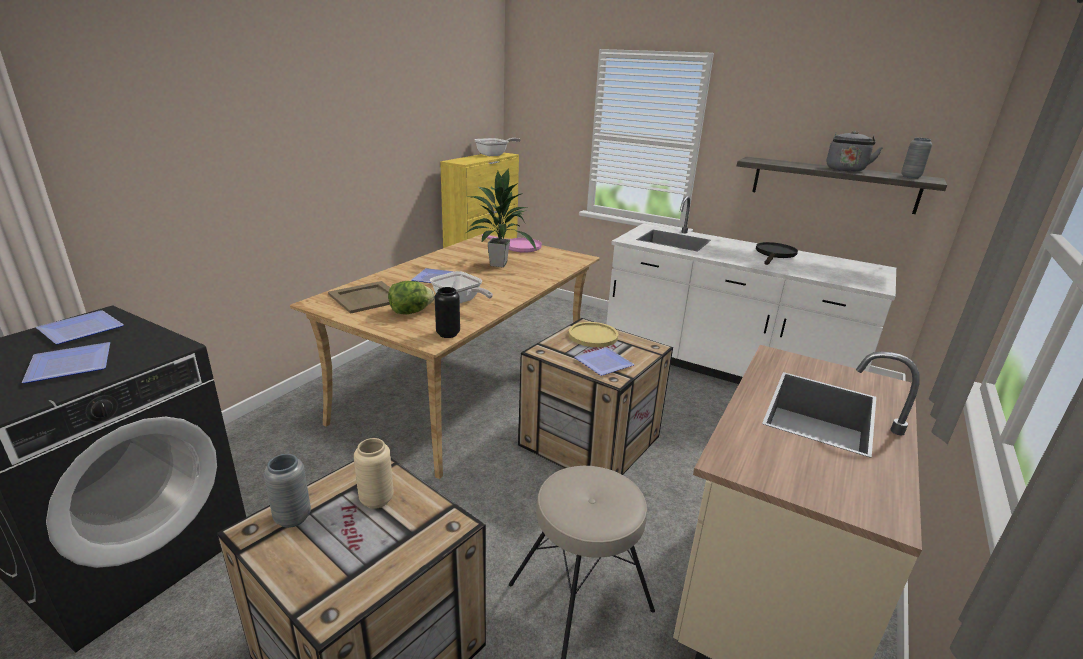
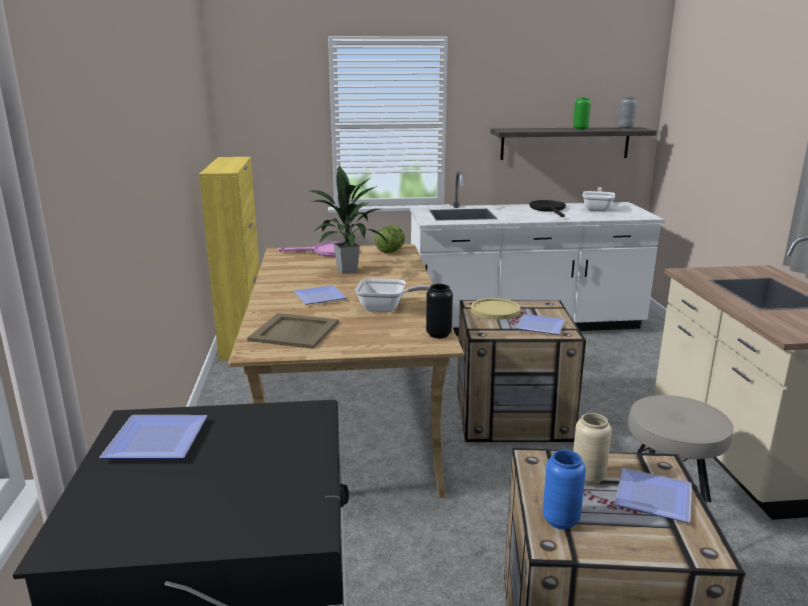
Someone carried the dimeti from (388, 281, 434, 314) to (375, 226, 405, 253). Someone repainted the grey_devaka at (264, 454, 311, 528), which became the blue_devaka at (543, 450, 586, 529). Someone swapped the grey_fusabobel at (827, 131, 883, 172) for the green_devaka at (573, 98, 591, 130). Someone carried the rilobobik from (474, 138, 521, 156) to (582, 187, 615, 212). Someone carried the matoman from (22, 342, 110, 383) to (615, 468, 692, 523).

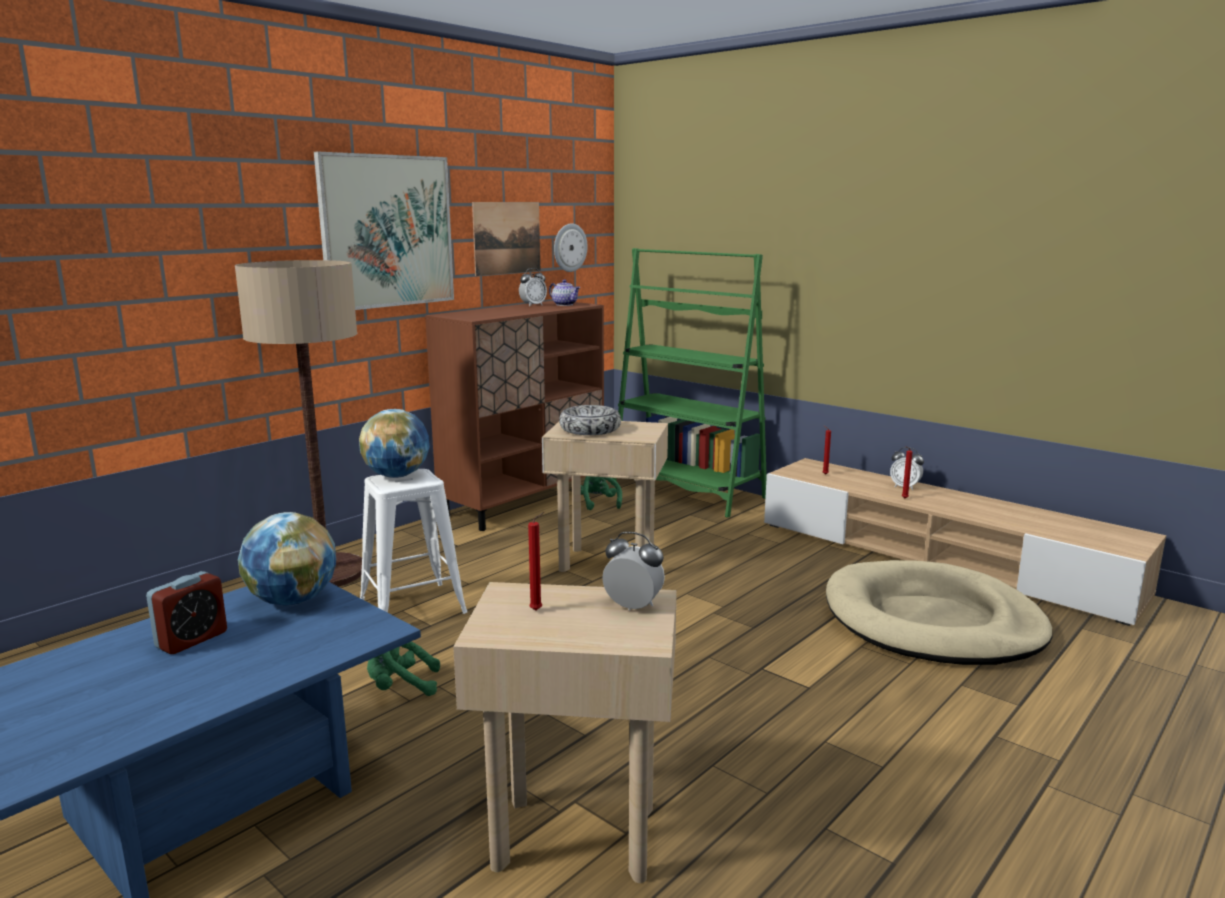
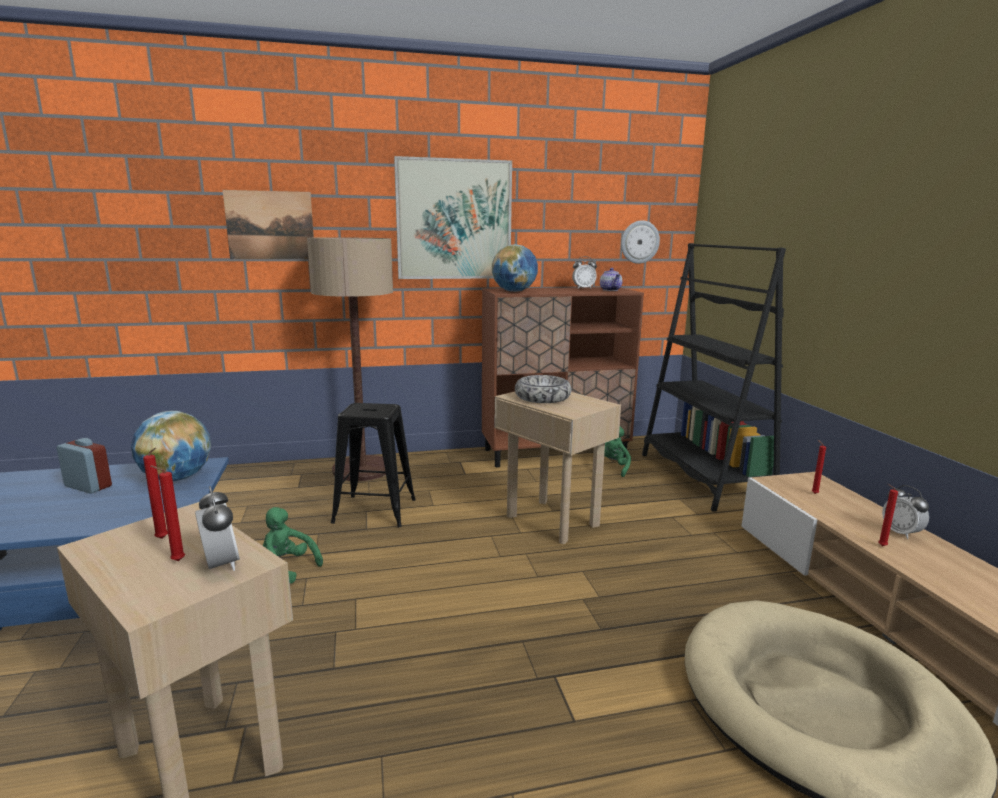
Someone rotated the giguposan at (146, 571, 227, 654) by 135 degrees counterclockwise. Someone put down the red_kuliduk at (151, 466, 185, 561). Someone carried the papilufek from (472, 202, 540, 276) to (223, 190, 314, 259). Someone repainted the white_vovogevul at (360, 469, 467, 614), which became the black_vovogevul at (331, 403, 416, 527). Someone carried the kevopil from (359, 409, 430, 478) to (492, 244, 538, 292). Someone repainted the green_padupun at (611, 248, 767, 518), which became the black_padupun at (642, 243, 786, 512).

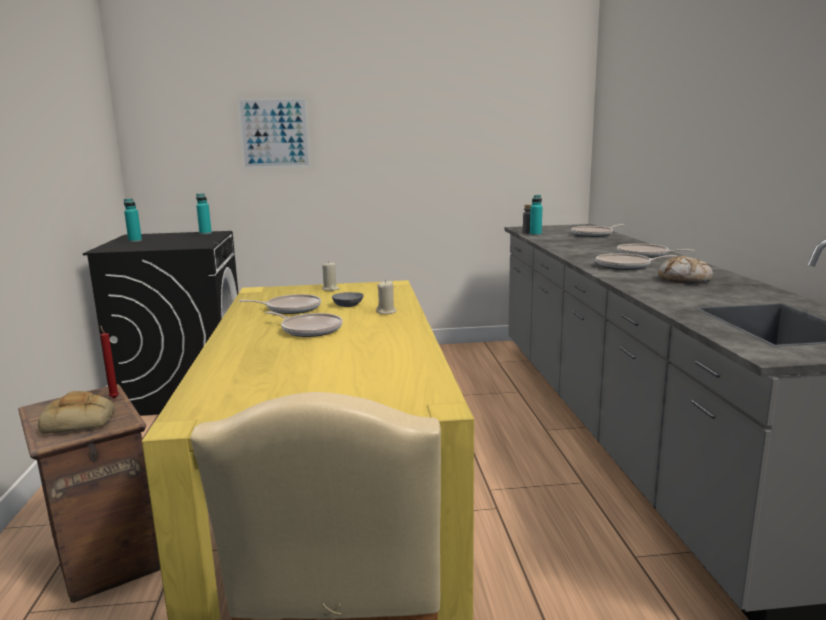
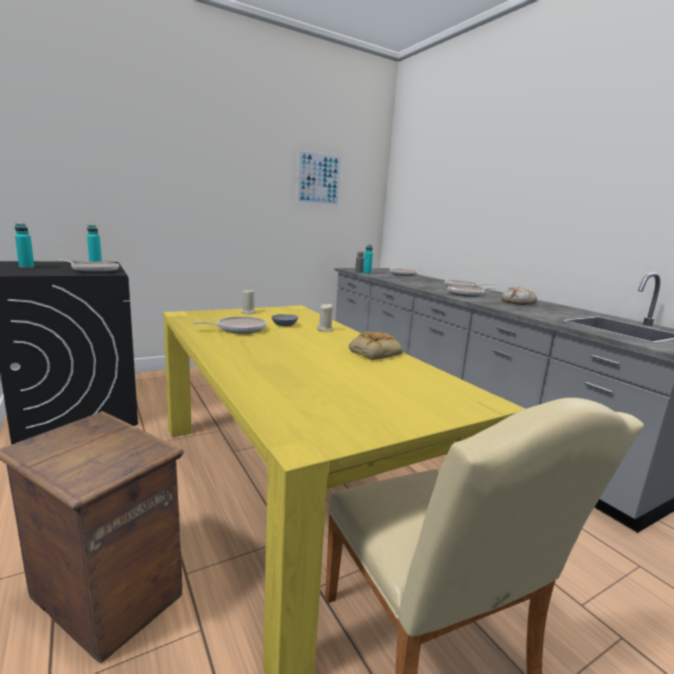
Someone carried the rilobobik from (266, 311, 343, 337) to (57, 259, 119, 273). Someone carried the papilufek from (237, 97, 311, 169) to (296, 149, 343, 207). Someone carried the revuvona from (38, 391, 115, 434) to (349, 331, 403, 360). Someone took away the red_kuliduk at (100, 325, 119, 398).

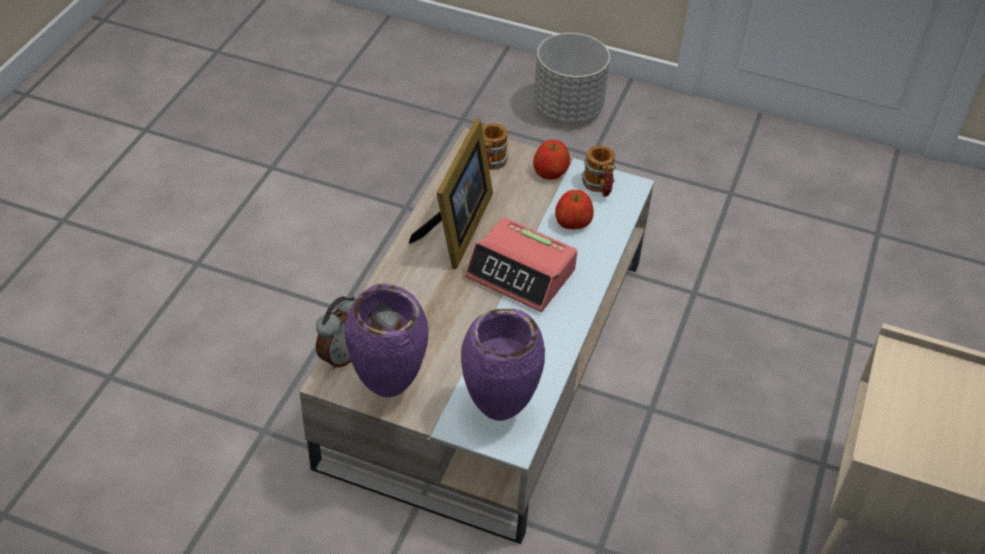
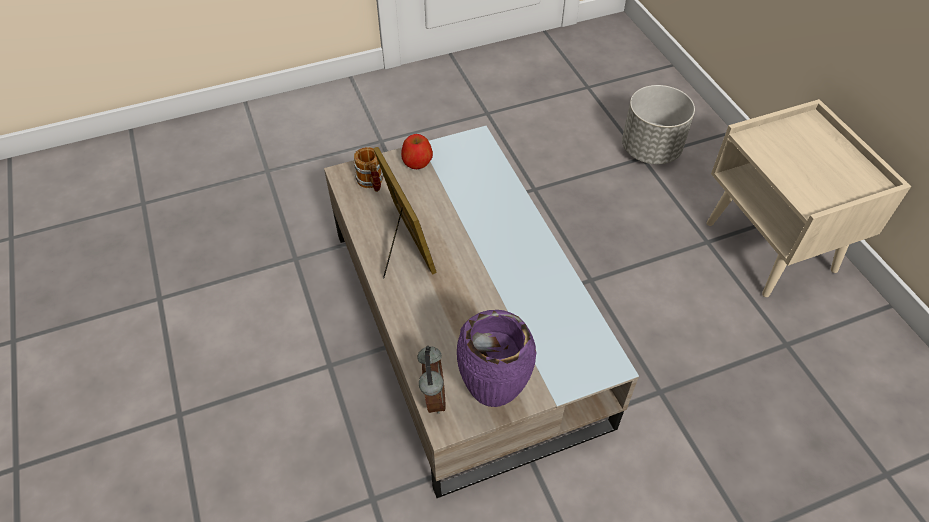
Someone carried the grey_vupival from (534, 33, 610, 123) to (622, 85, 695, 164). Someone took away the purple_devaka at (461, 309, 545, 421). Someone took away the giguposan at (465, 217, 577, 312). Someone took away the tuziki at (555, 190, 594, 230). Someone took away the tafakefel at (582, 145, 616, 197).

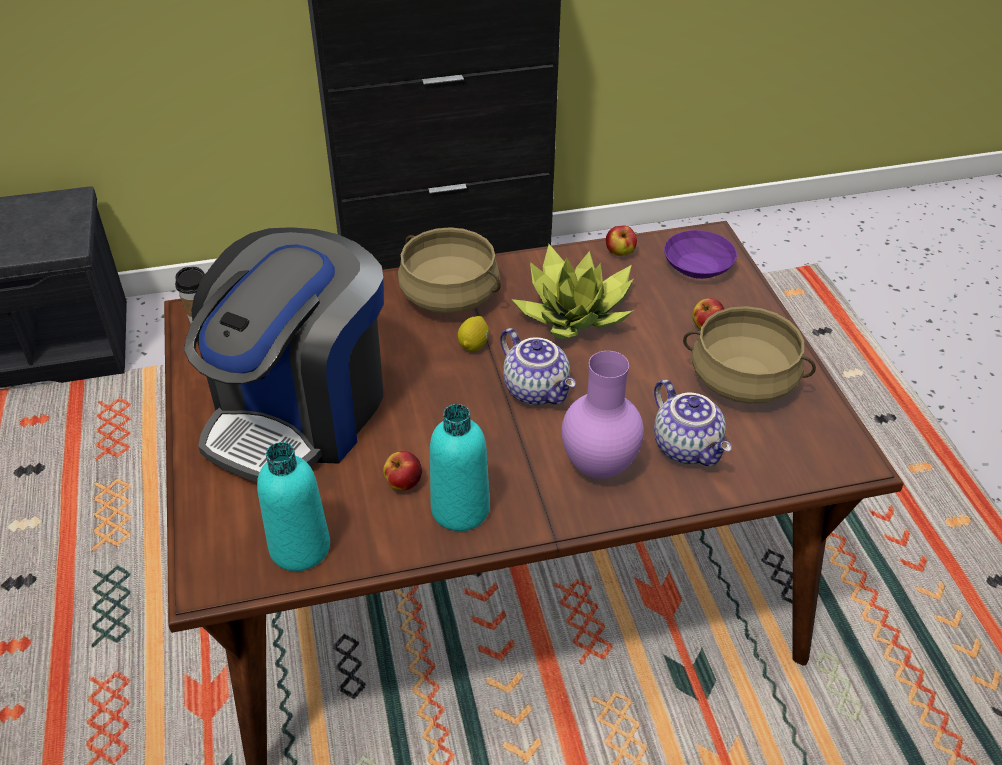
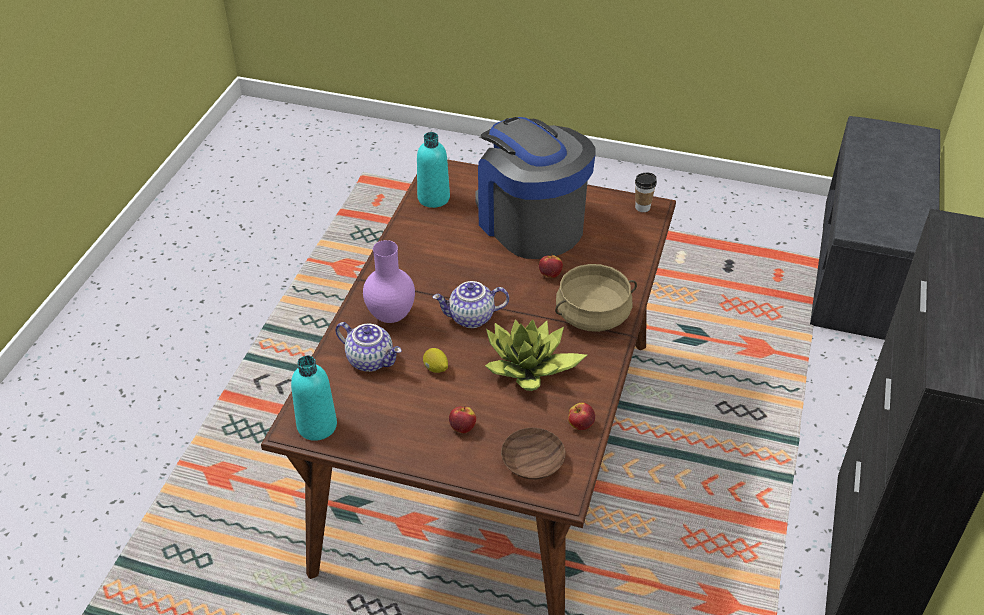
Someone carried the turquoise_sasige from (430, 404, 490, 531) to (291, 355, 337, 441). Someone rotated the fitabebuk at (654, 379, 732, 466) by 150 degrees counterclockwise. Someone carried the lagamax from (457, 316, 489, 351) to (423, 348, 448, 373). Someone repainted the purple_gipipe at (664, 230, 737, 279), which became the brown_gipipe at (501, 428, 565, 480). Someone carried the tuziki from (383, 451, 422, 491) to (539, 253, 563, 278). Someone took away the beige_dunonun at (683, 306, 816, 404).

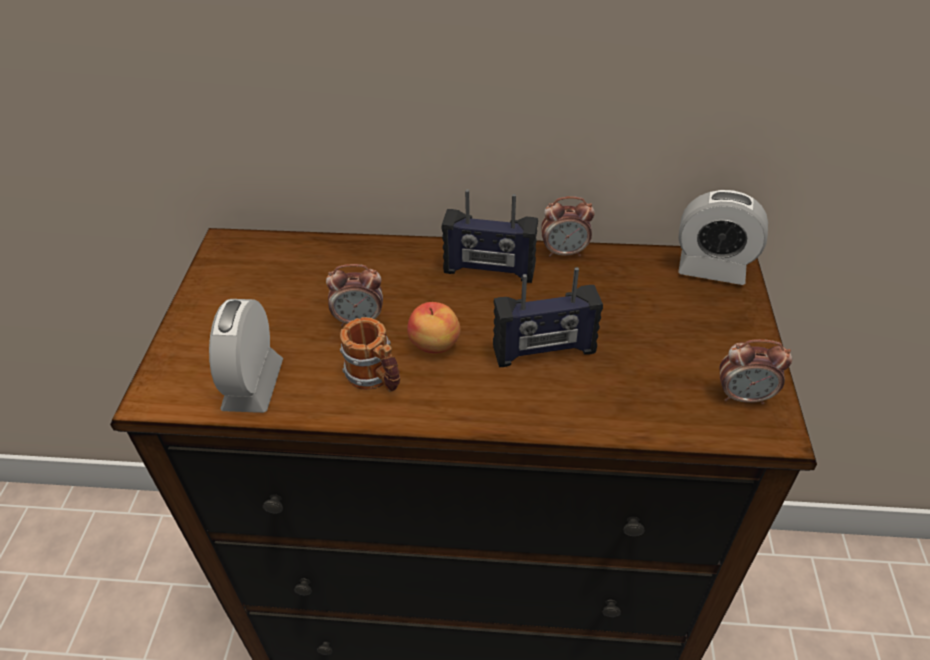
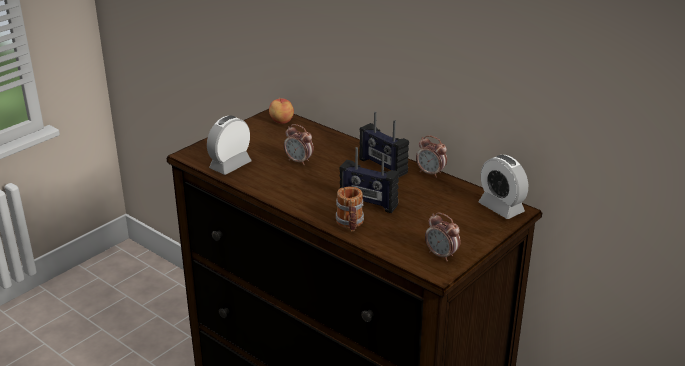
Someone carried the tuziki from (407, 302, 460, 353) to (269, 98, 294, 124). Someone carried the tafakefel from (340, 317, 400, 392) to (336, 186, 364, 232).

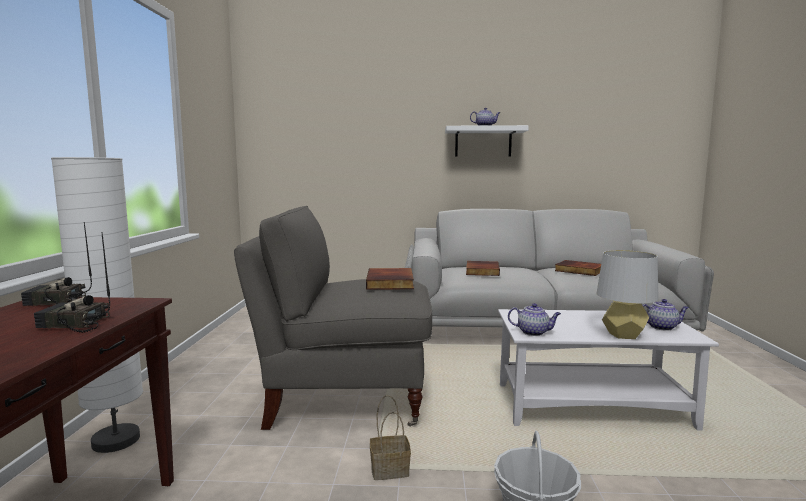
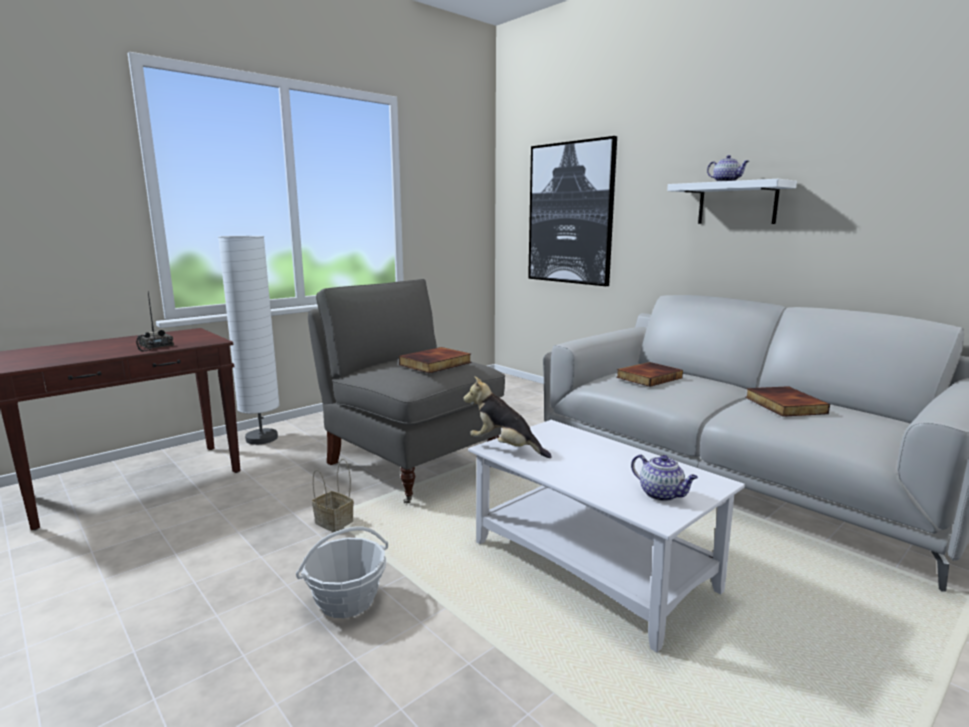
Someone swapped the fitabebuk at (508, 303, 561, 336) for the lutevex at (463, 376, 552, 458). Someone put up the papilufek at (528, 136, 617, 286). Someone took away the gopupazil at (21, 222, 92, 306). Someone took away the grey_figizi at (596, 250, 659, 339).

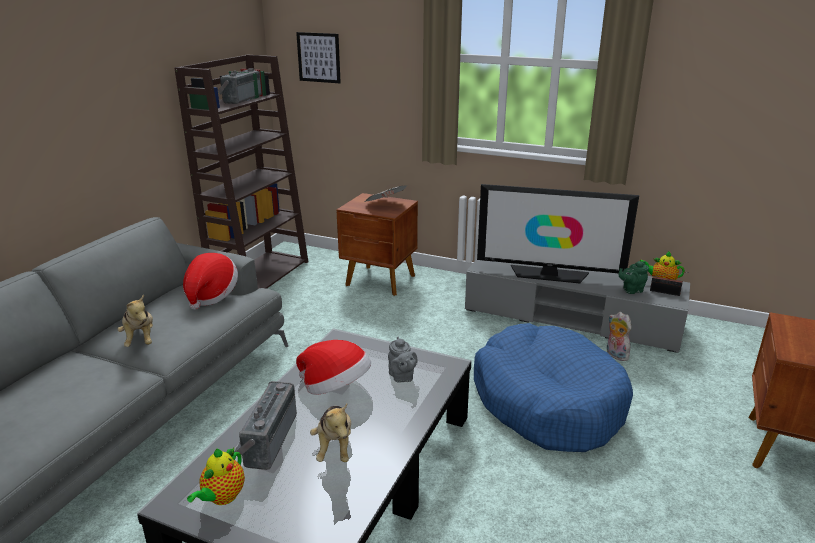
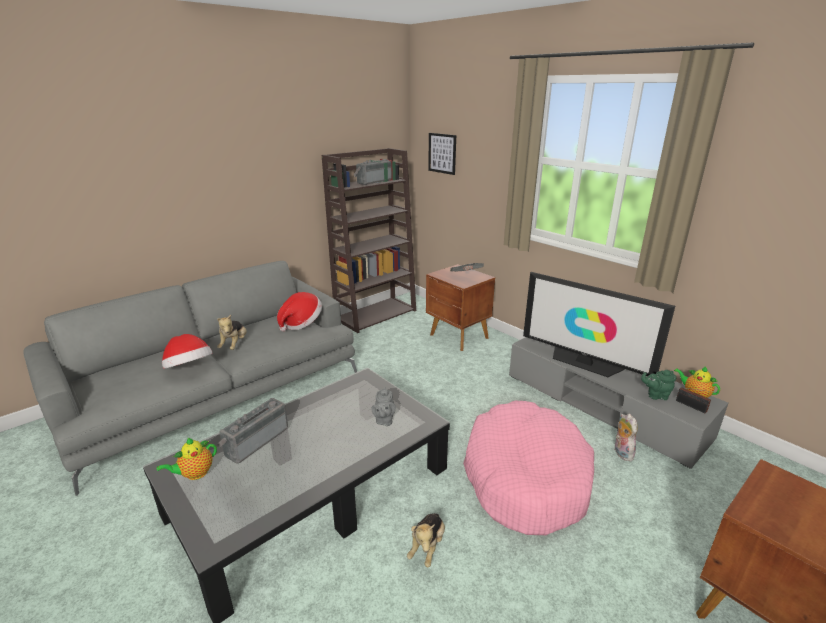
Someone carried the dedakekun from (296, 340, 371, 395) to (162, 334, 213, 369). Someone carried the lutevex from (310, 404, 351, 462) to (407, 513, 445, 567). Someone repainted the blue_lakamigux at (474, 323, 633, 452), which became the pink_lakamigux at (463, 401, 594, 535).

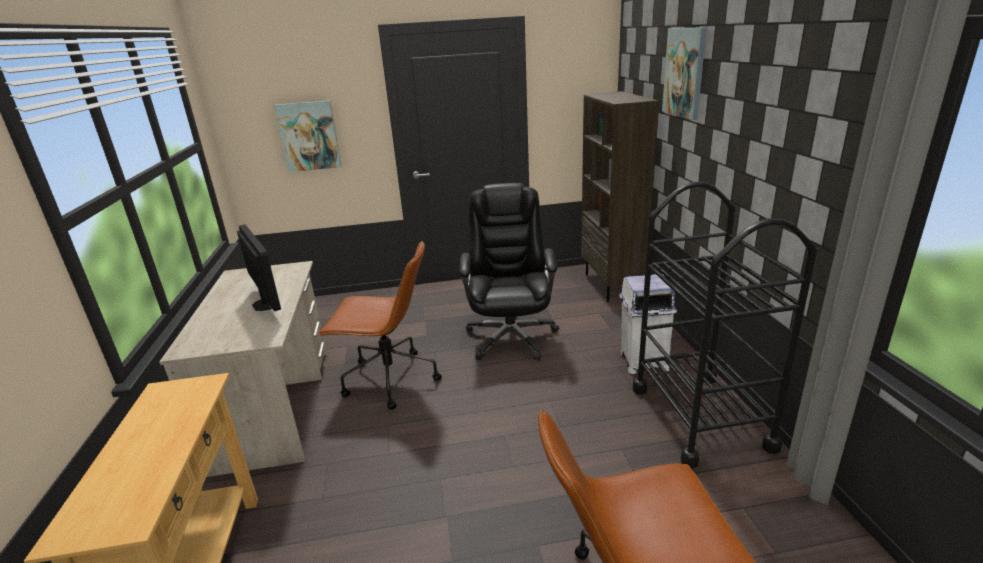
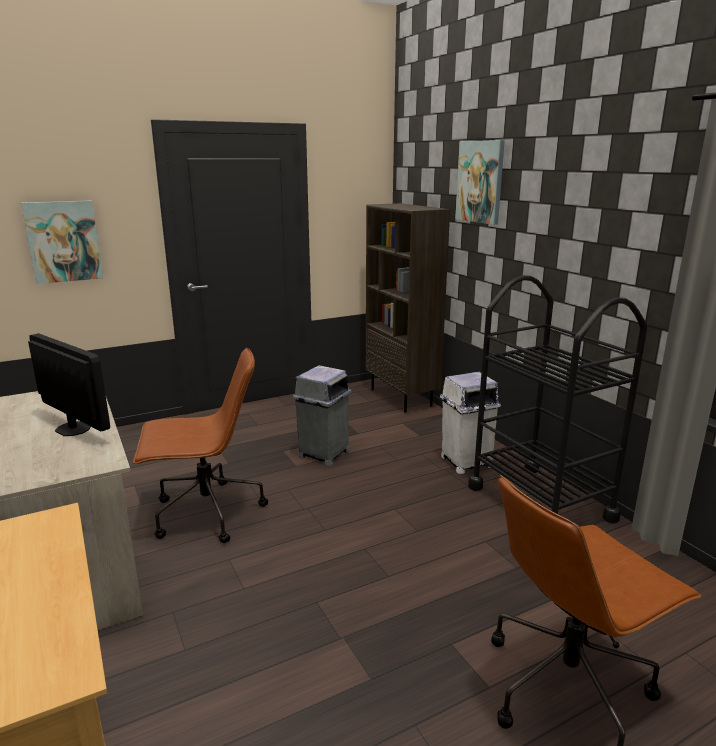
Someone swapped the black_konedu at (459, 183, 560, 361) for the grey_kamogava at (293, 365, 351, 466).

